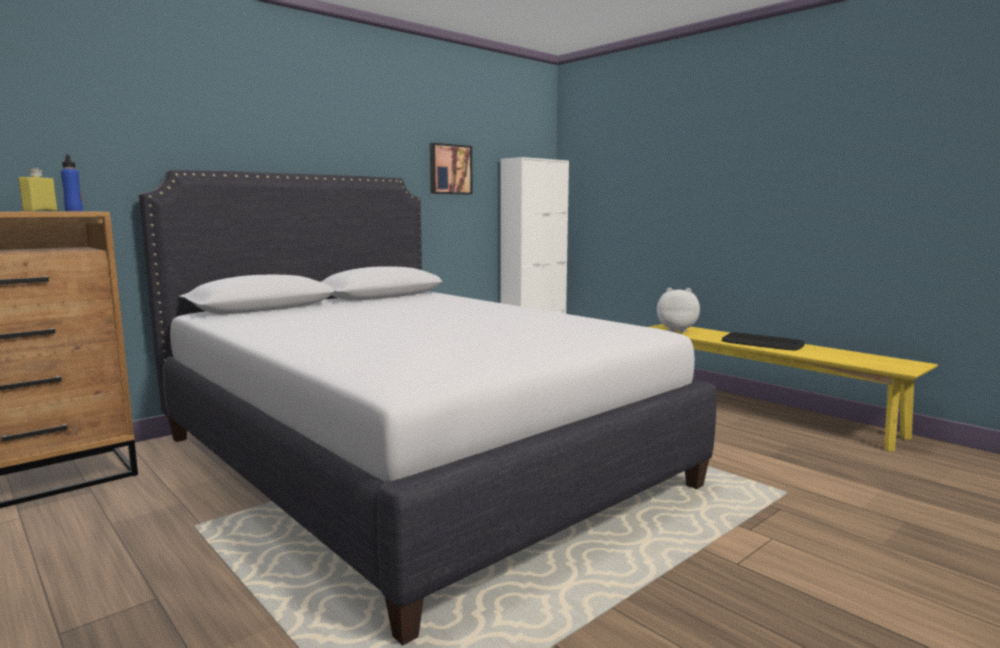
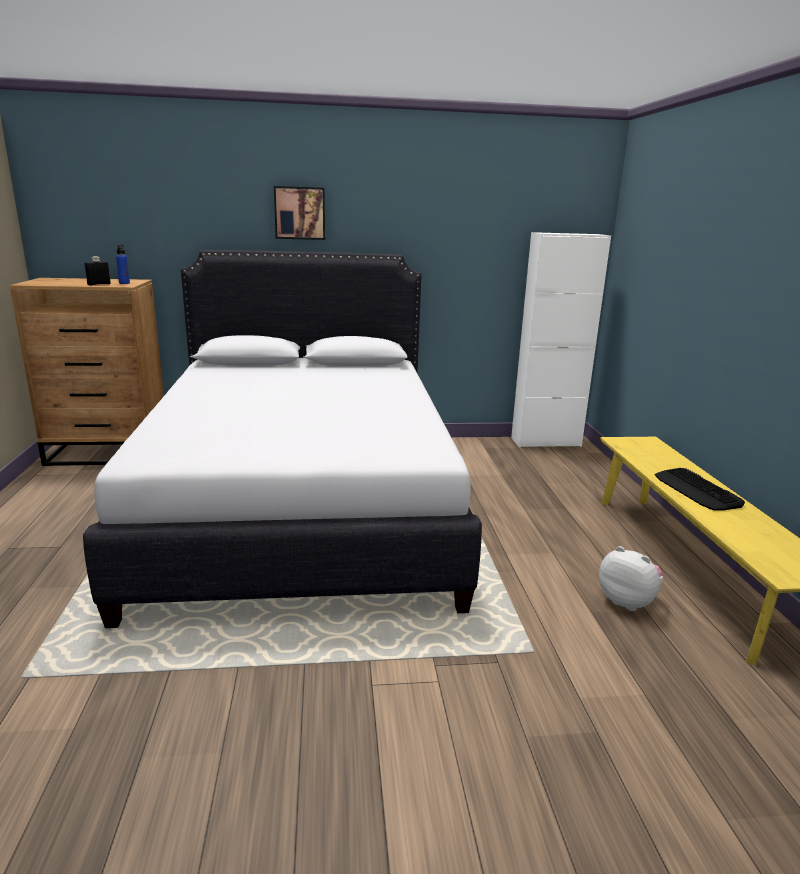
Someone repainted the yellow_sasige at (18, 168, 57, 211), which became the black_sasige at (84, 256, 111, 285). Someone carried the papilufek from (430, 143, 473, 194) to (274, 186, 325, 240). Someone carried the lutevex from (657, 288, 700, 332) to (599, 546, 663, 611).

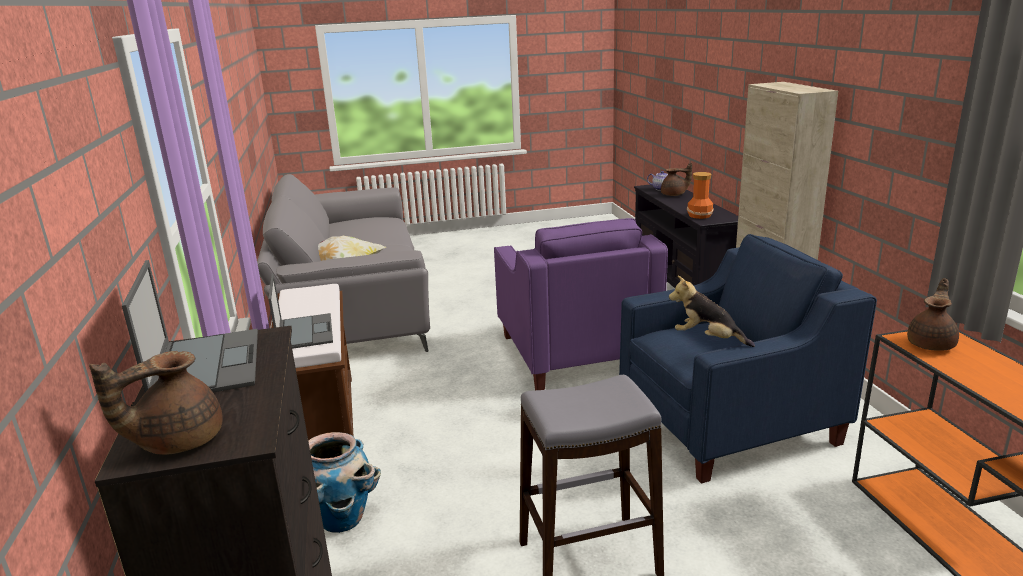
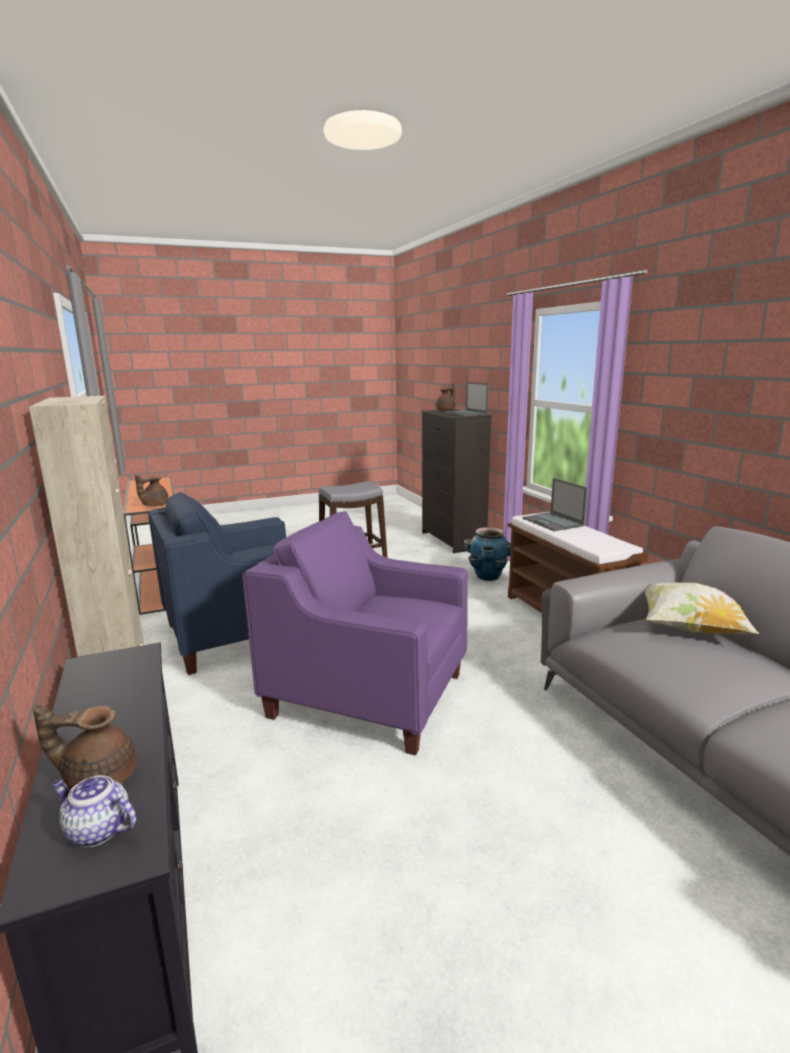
Someone rotated the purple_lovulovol at (494, 218, 668, 390) by 45 degrees counterclockwise. Someone took away the lutevex at (669, 276, 755, 347). Someone took away the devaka at (687, 172, 714, 219).

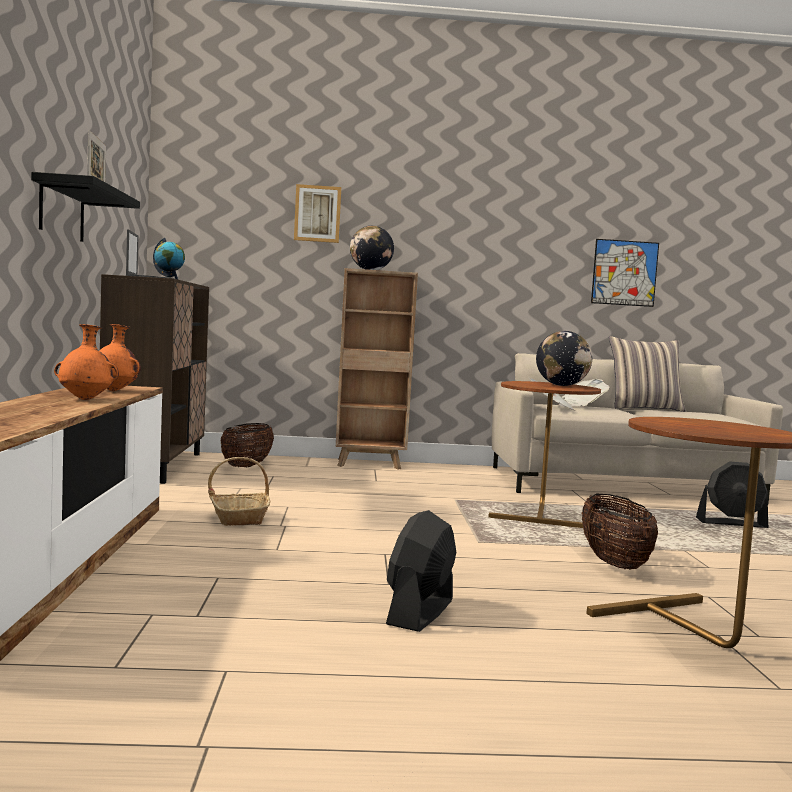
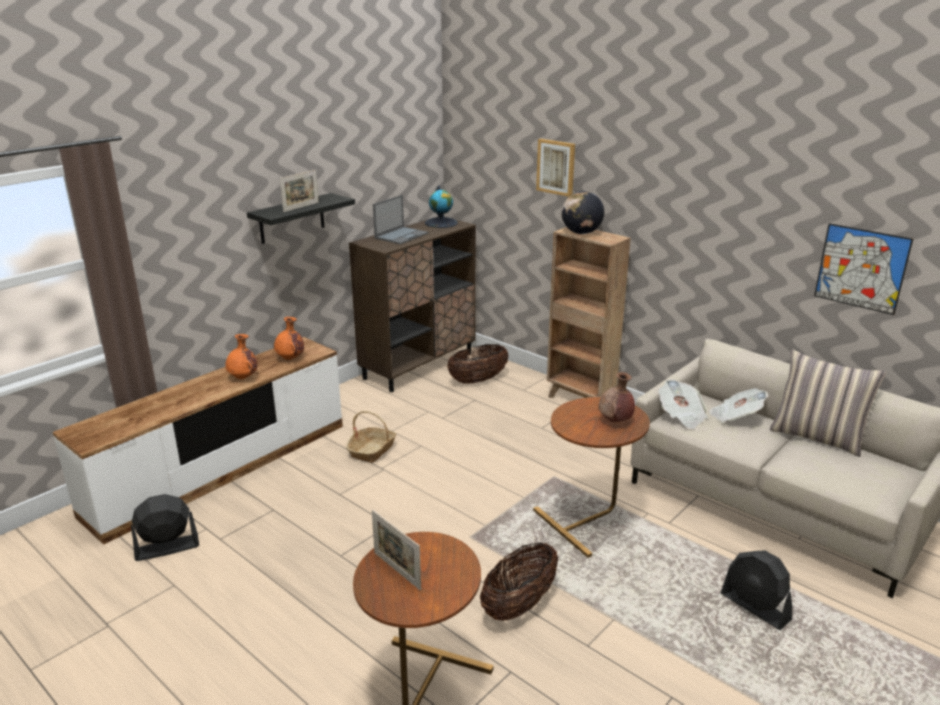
Someone carried the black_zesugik from (386, 510, 456, 632) to (131, 494, 199, 561). Someone put down the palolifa at (372, 510, 421, 590). Someone swapped the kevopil at (536, 331, 592, 386) for the brown_devaka at (598, 372, 635, 422).

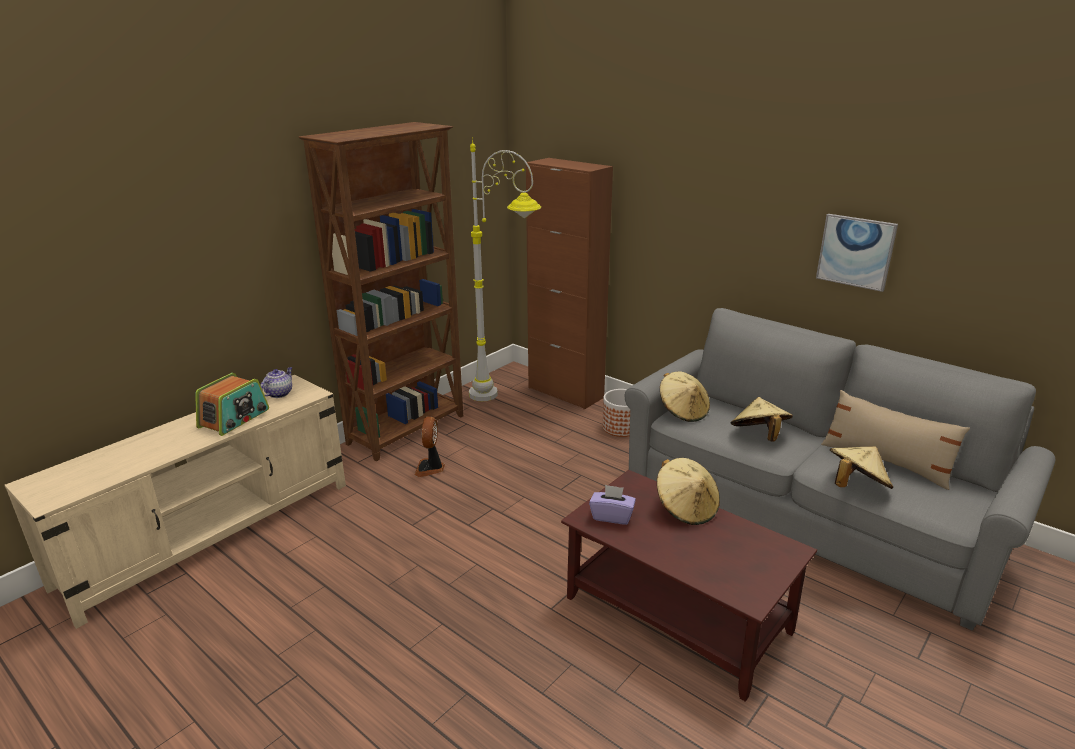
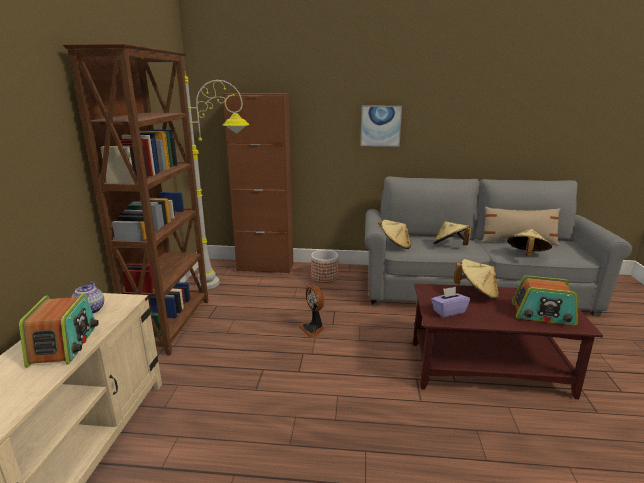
Someone carried the zesugik from (415, 416, 445, 477) to (299, 285, 326, 337). Someone carried the papilufek from (816, 214, 898, 292) to (360, 106, 402, 147). Someone put down the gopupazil at (511, 275, 578, 325).

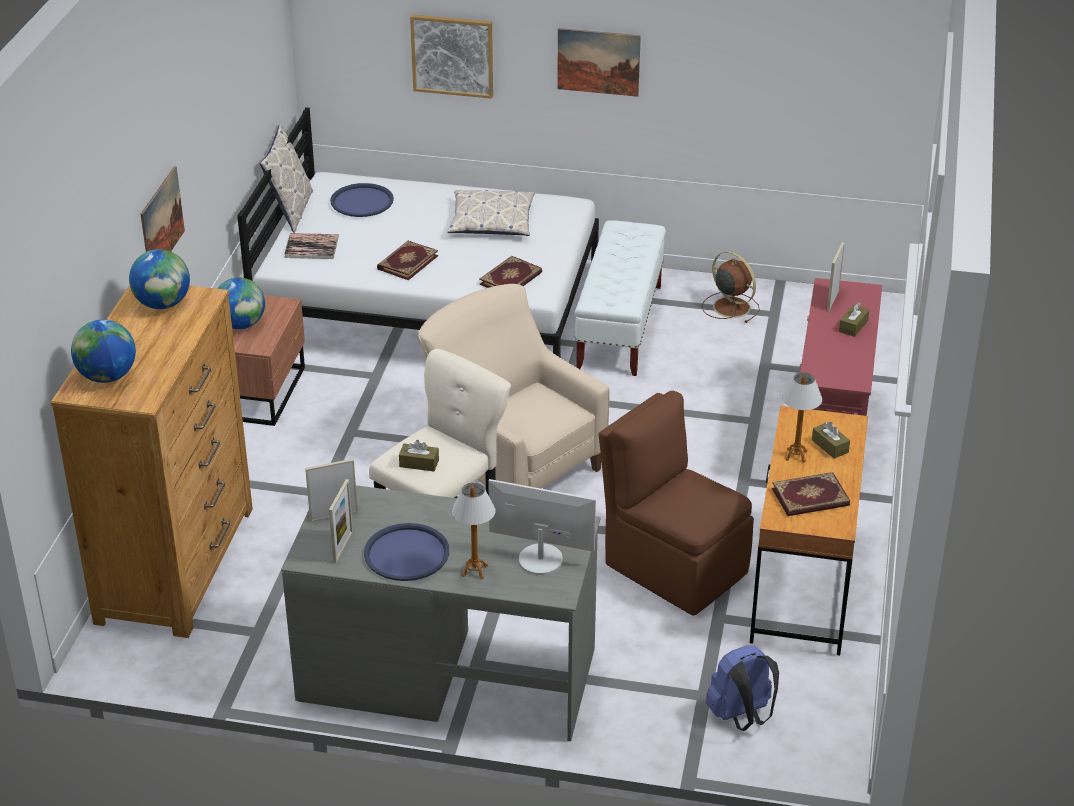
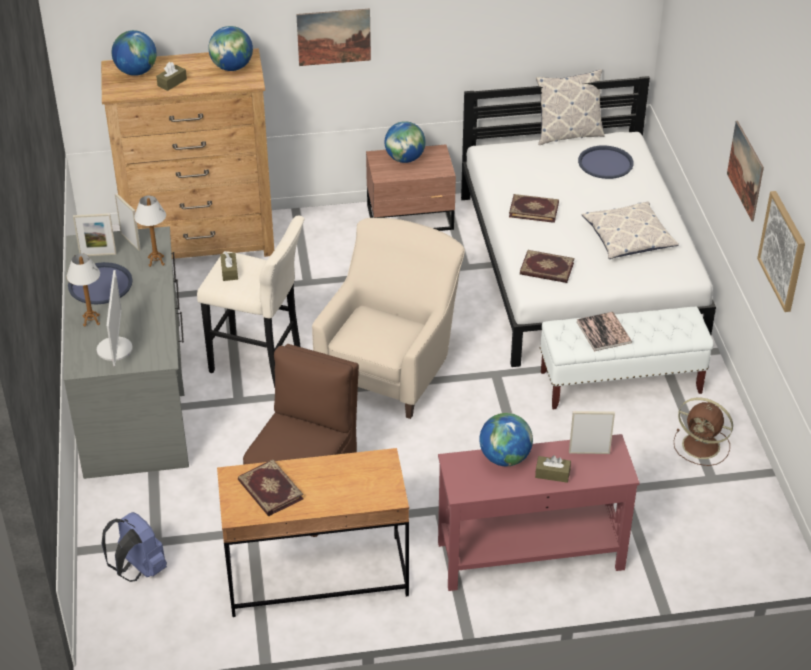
Someone carried the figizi from (782, 372, 822, 462) to (134, 195, 166, 267). Someone carried the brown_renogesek from (812, 422, 850, 458) to (156, 62, 187, 91). Someone put down the kevopil at (479, 413, 533, 466). Someone carried the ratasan from (284, 233, 339, 259) to (577, 312, 632, 352). Someone rotated the brown_zesugik at (702, 251, 760, 323) by 90 degrees clockwise. Someone carried the papilufek from (410, 14, 493, 99) to (757, 191, 805, 312).

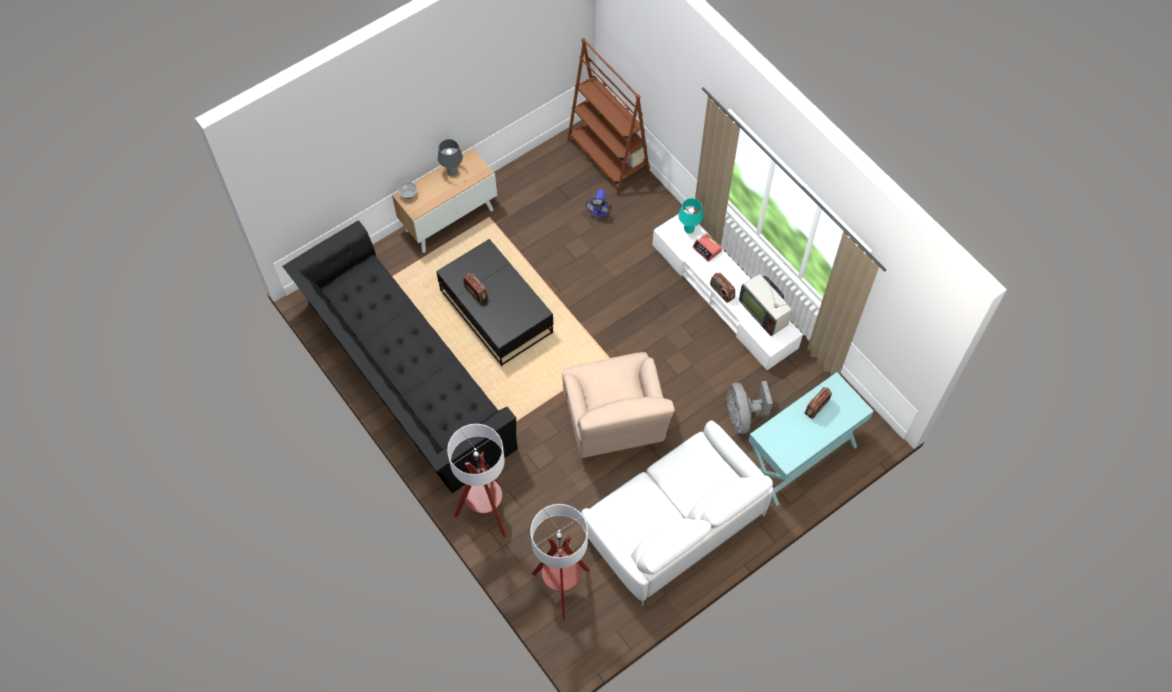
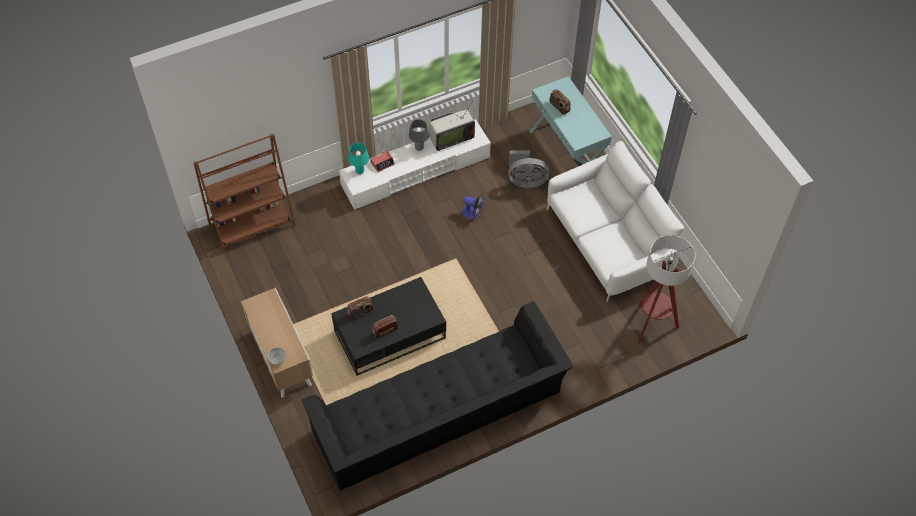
Someone carried the gopupazil from (710, 272, 735, 303) to (347, 296, 374, 319). Someone carried the grey_figizi from (438, 139, 463, 176) to (409, 119, 429, 151). Someone carried the zesugik from (585, 189, 610, 217) to (462, 194, 485, 219). Someone took away the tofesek at (447, 424, 506, 537). Someone took away the beige_lovulovol at (562, 352, 675, 461).

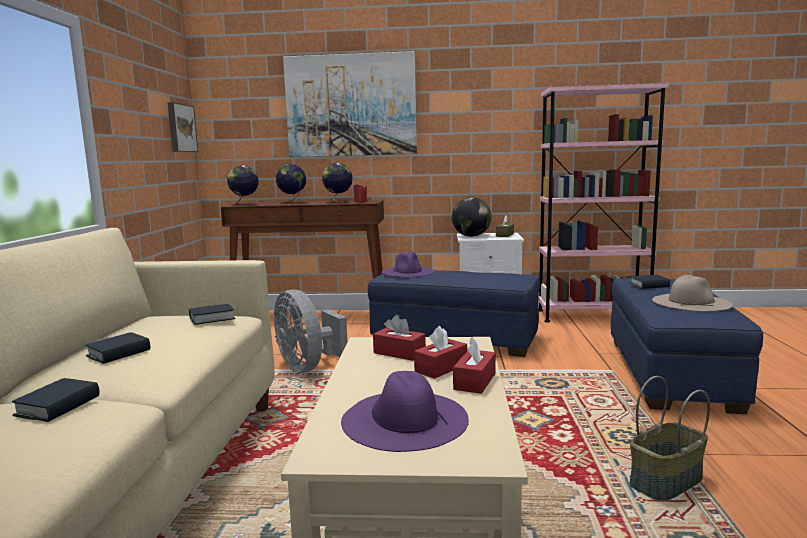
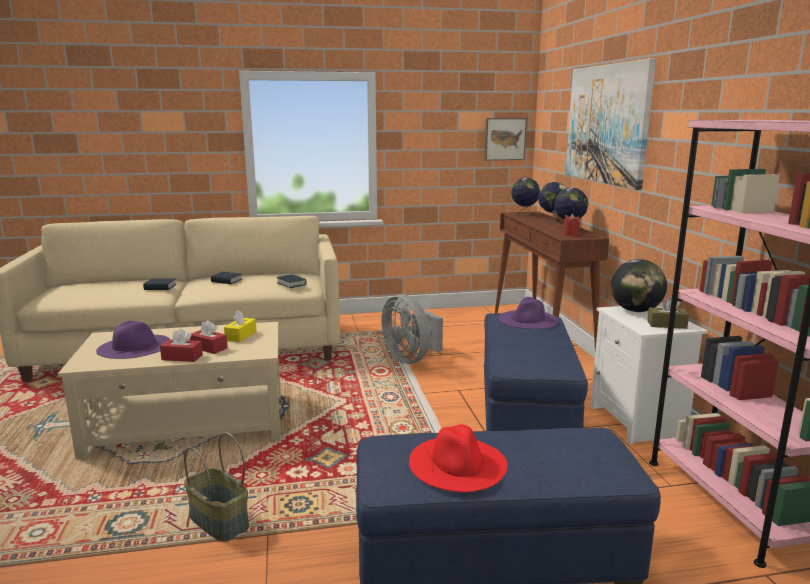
Someone repainted the red_renogesek at (373, 315, 426, 361), which became the yellow_renogesek at (224, 310, 257, 342). Someone rotated the grey_zesugik at (274, 289, 348, 373) by 75 degrees counterclockwise. Someone repainted the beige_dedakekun at (652, 275, 733, 312), which became the red_dedakekun at (409, 424, 508, 492). Someone took away the ratasan at (629, 275, 670, 289).

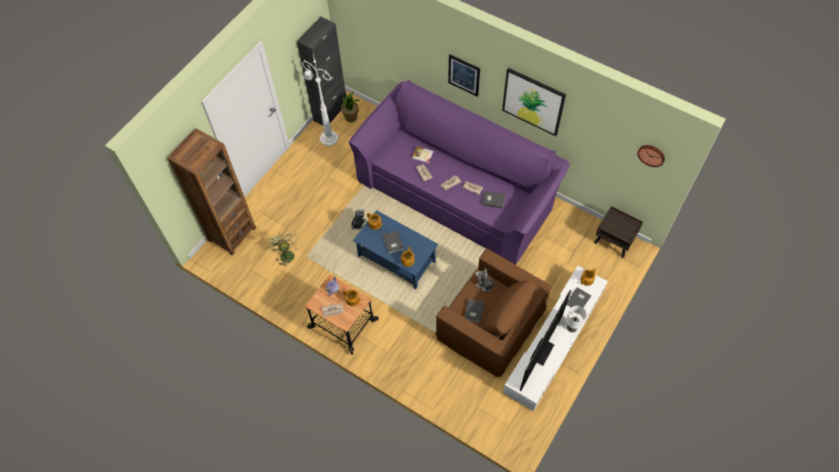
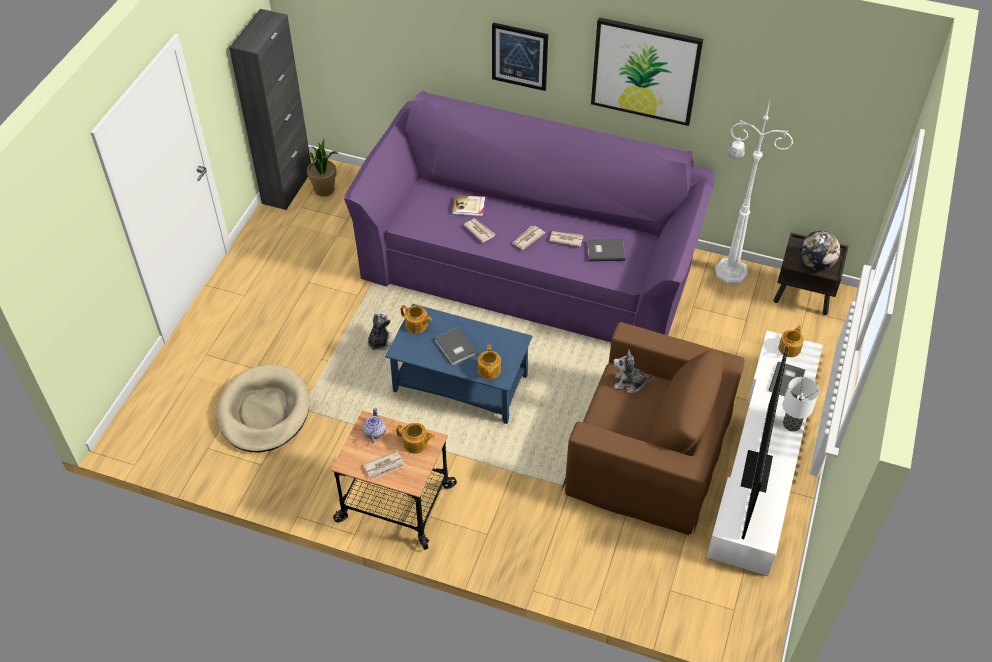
Someone swapped the green_zesugik at (266, 230, 298, 266) for the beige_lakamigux at (217, 364, 310, 453). Someone carried the white_tofesek from (302, 54, 339, 146) to (715, 97, 793, 283). Someone put down the kevopil at (800, 231, 840, 270). Someone took away the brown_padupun at (167, 128, 256, 255). Someone took away the grey_ratasan at (464, 299, 484, 323). Someone took away the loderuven at (637, 145, 665, 167).

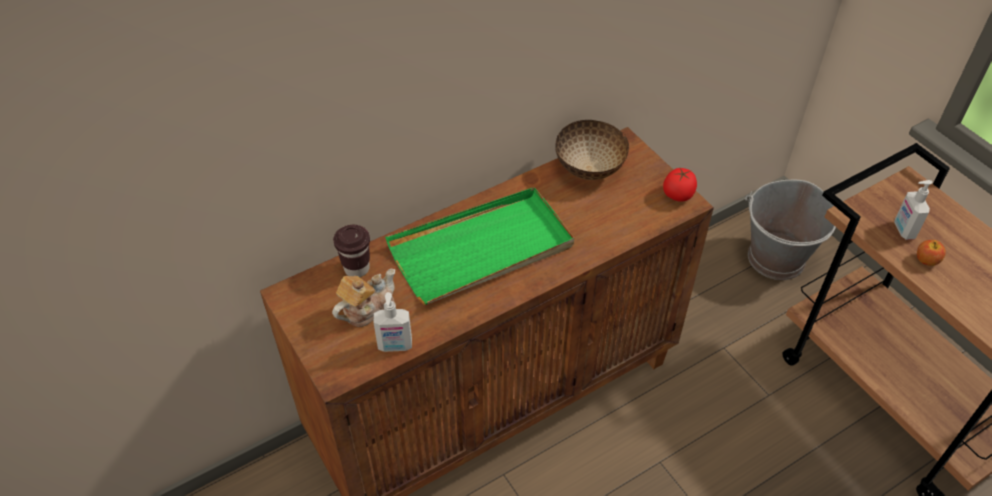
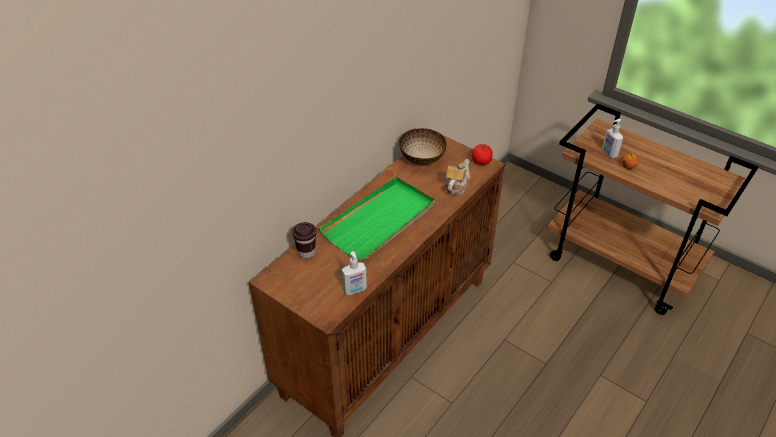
Someone carried the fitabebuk from (332, 268, 395, 327) to (445, 159, 471, 196). Someone took away the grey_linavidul at (745, 179, 836, 280).

